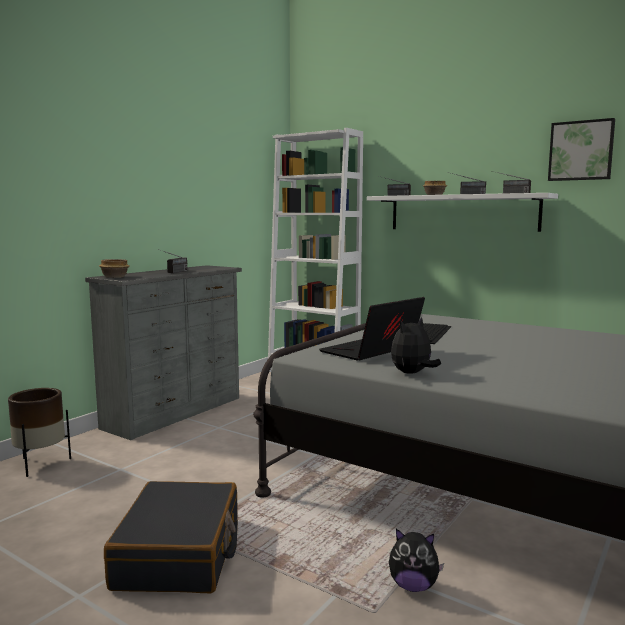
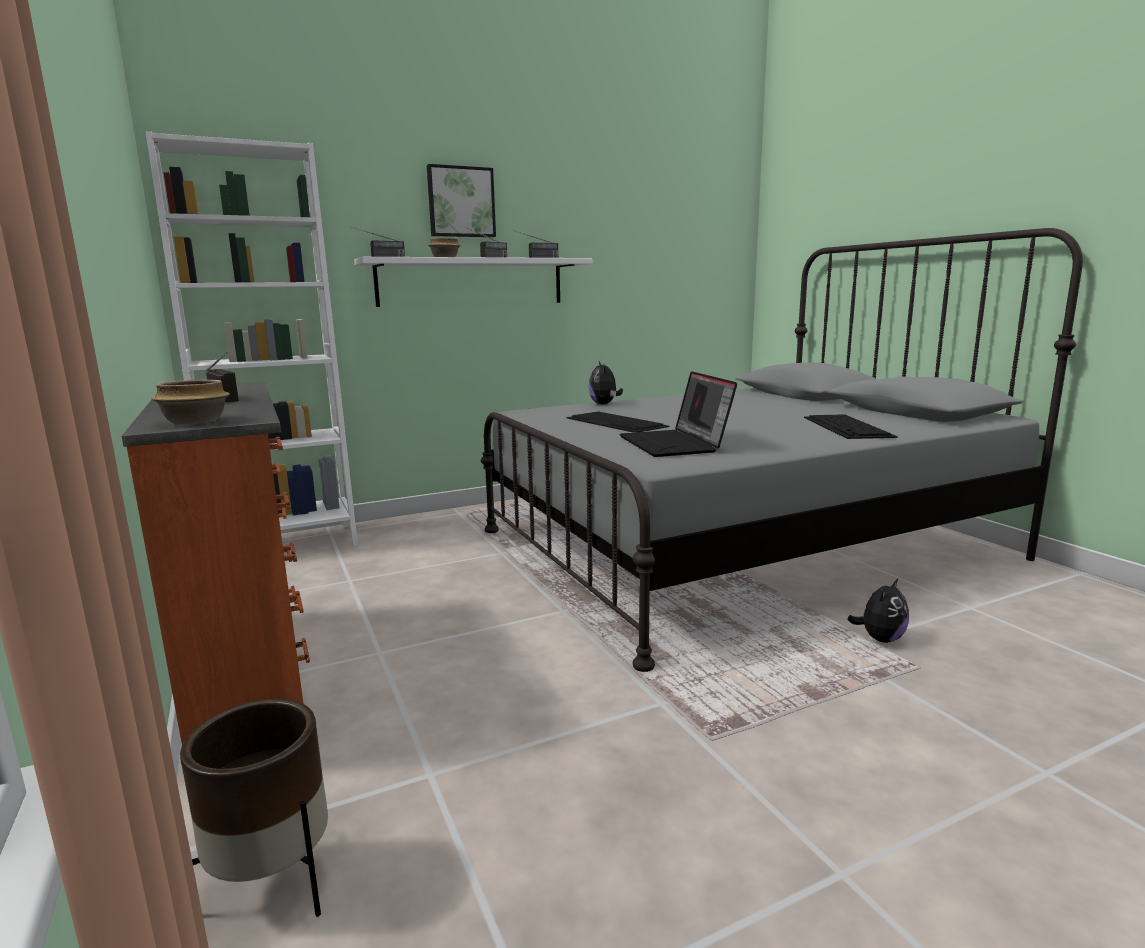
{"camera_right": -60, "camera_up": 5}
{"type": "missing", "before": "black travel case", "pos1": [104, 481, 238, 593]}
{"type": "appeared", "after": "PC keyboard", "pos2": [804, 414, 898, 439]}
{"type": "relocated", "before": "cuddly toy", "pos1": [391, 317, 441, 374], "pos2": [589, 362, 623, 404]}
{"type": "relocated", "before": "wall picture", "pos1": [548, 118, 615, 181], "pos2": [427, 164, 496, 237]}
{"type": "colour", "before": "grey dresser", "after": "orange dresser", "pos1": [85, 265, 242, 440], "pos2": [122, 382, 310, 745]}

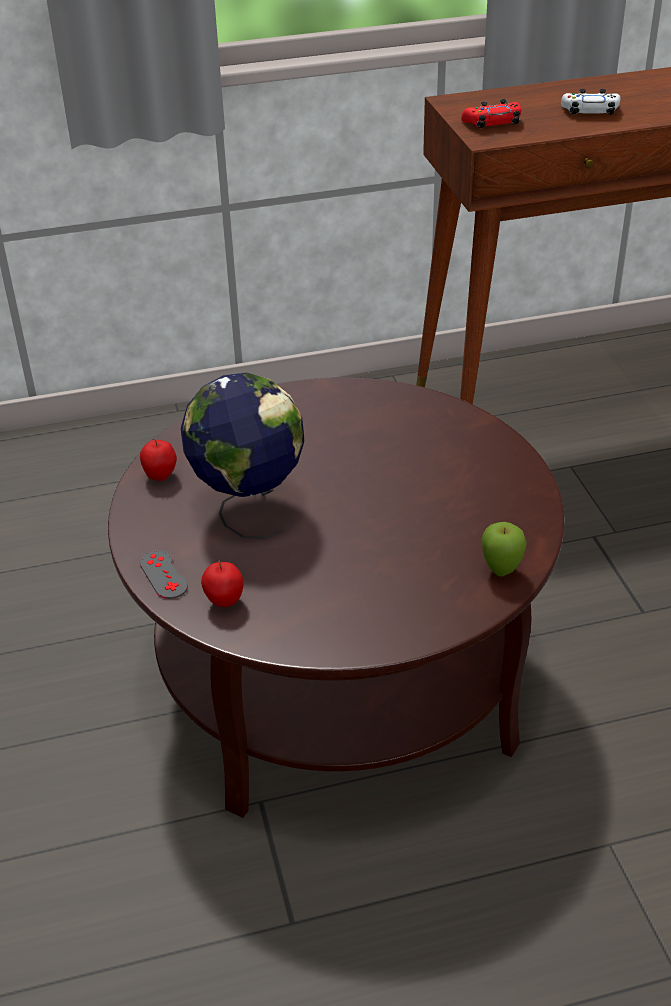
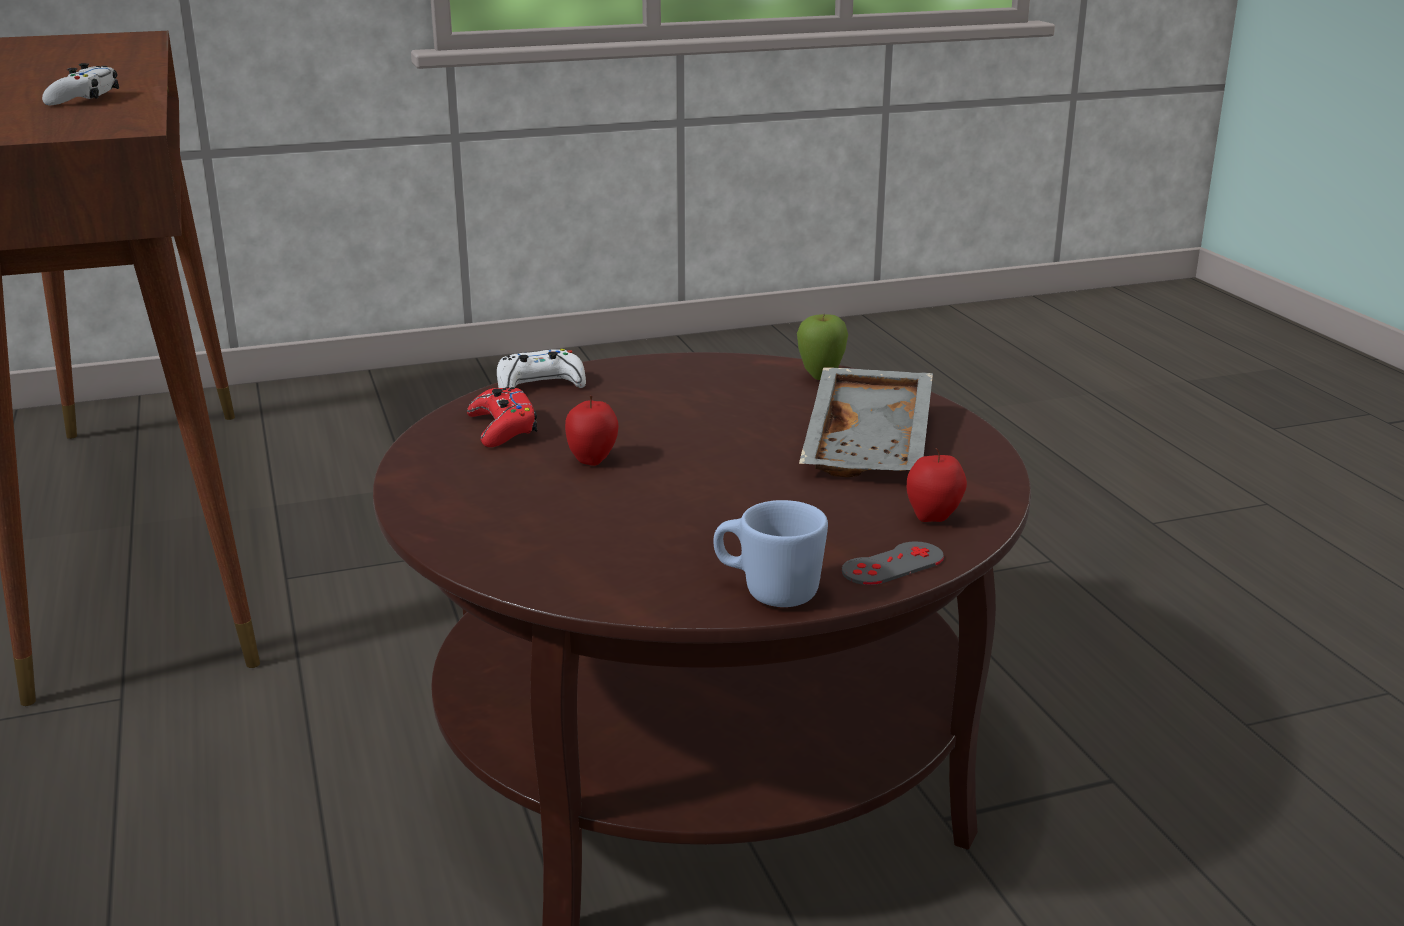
{"camera_right": -95, "camera_up": -15}
{"type": "missing", "before": "desk globe", "pos1": [181, 372, 305, 539]}
{"type": "appeared", "after": "whitish joypad", "pos2": [497, 349, 586, 388]}
{"type": "appeared", "after": "bluish tea mug", "pos2": [713, 500, 828, 607]}
{"type": "appeared", "after": "grey tray", "pos2": [799, 367, 933, 477]}
{"type": "relocated", "before": "apple", "pos1": [140, 438, 177, 481], "pos2": [565, 396, 618, 466]}
{"type": "relocated", "before": "reddish joypad", "pos1": [461, 99, 521, 128], "pos2": [467, 387, 537, 447]}

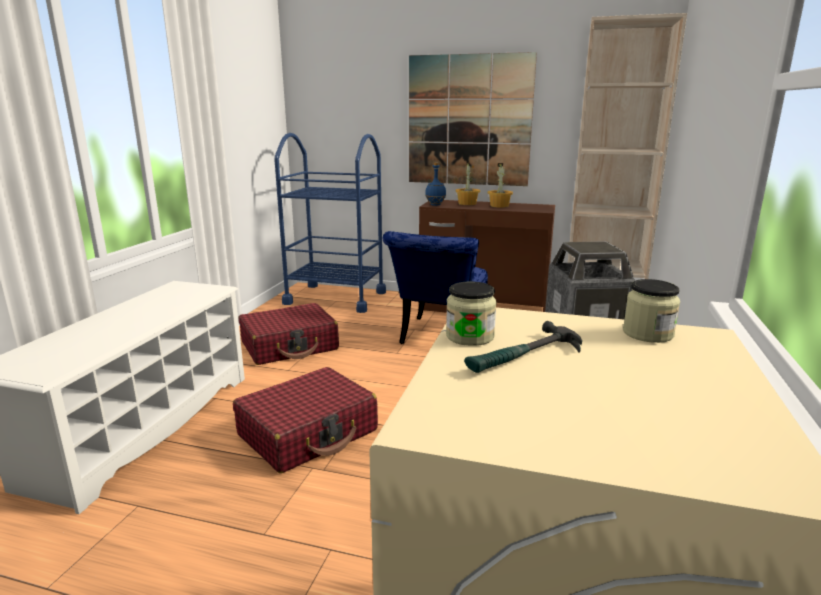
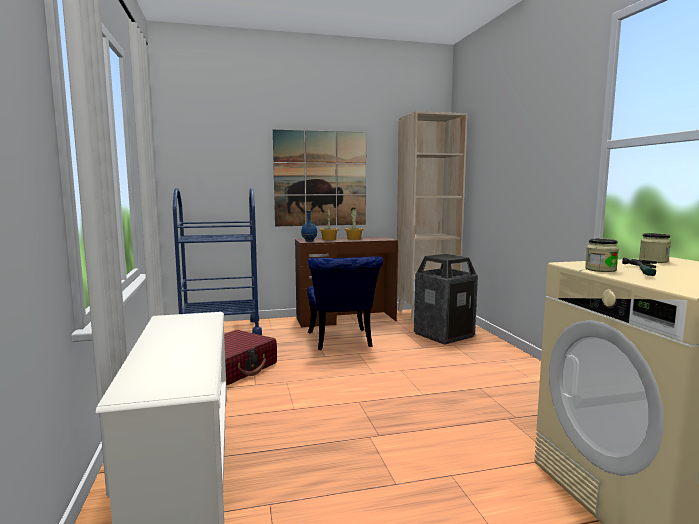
{"camera_right": -30, "camera_up": -10}
{"type": "missing", "before": "reddish travel case", "pos1": [233, 367, 378, 473]}

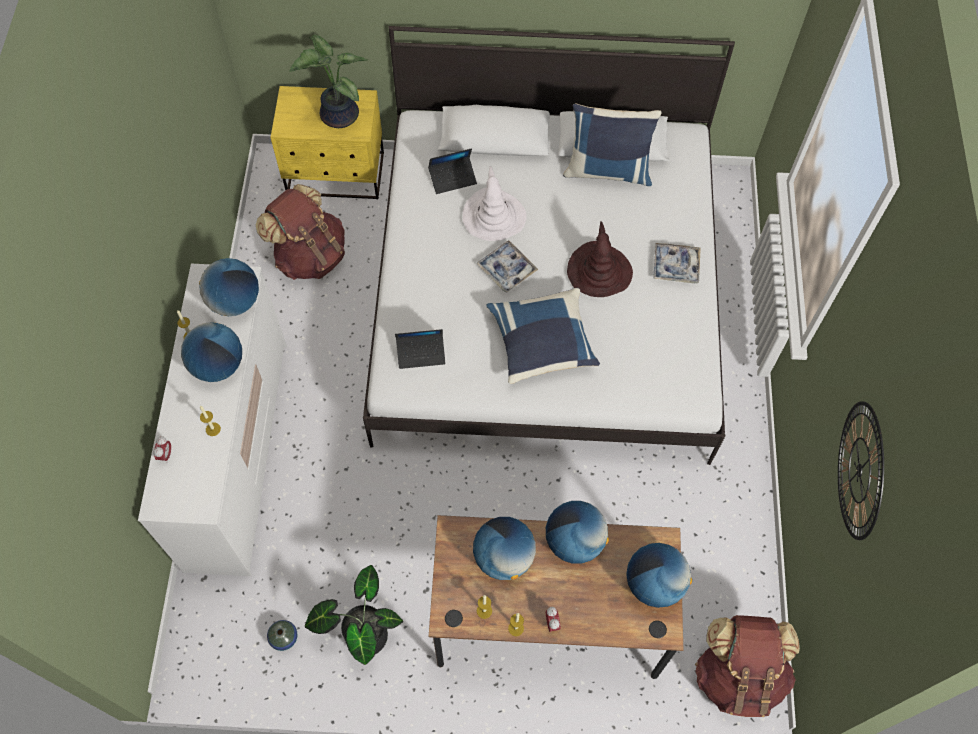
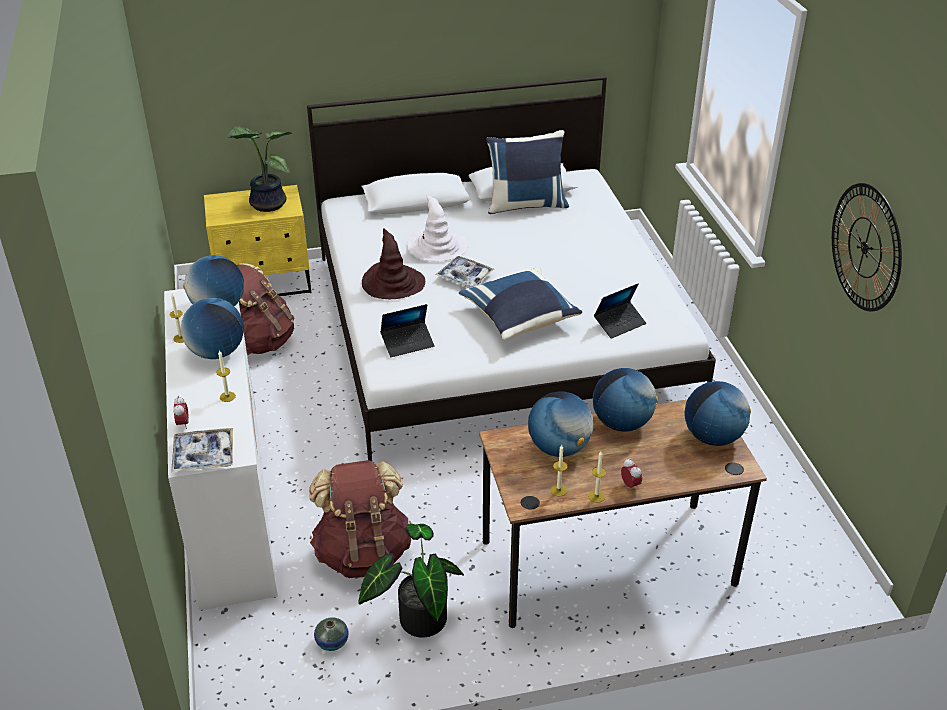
{"camera_right": -15, "camera_up": -25}
{"type": "relocated", "before": "laptop", "pos1": [428, 148, 477, 194], "pos2": [594, 283, 646, 339]}
{"type": "relocated", "before": "brown-coloured hat", "pos1": [567, 221, 633, 297], "pos2": [362, 229, 425, 299]}
{"type": "relocated", "before": "tray", "pos1": [653, 243, 701, 284], "pos2": [171, 428, 233, 472]}
{"type": "relocated", "before": "brown-coloured knapsack", "pos1": [695, 615, 800, 717], "pos2": [309, 460, 411, 578]}

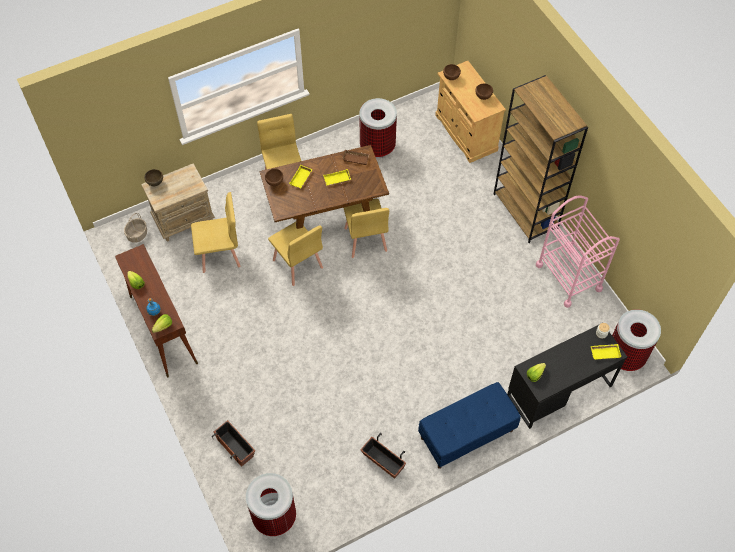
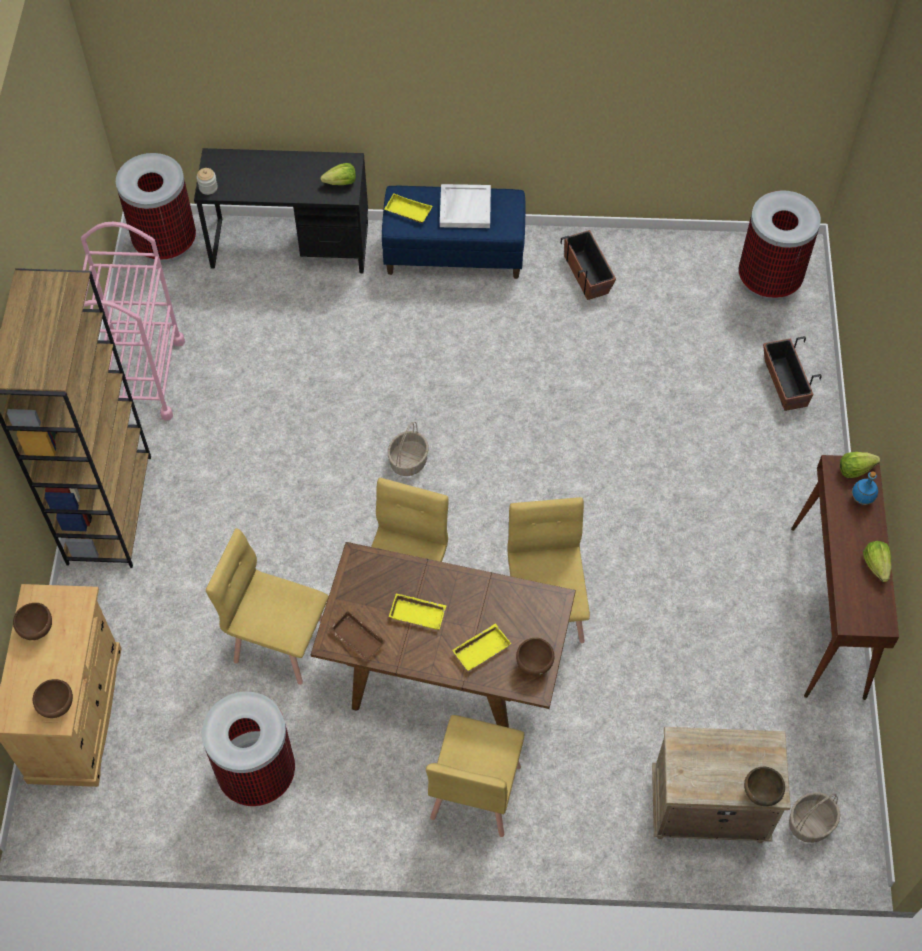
{"camera_right": -150, "camera_up": 0}
{"type": "appeared", "after": "basket", "pos2": [388, 422, 428, 476]}
{"type": "appeared", "after": "whitish tray", "pos2": [440, 184, 491, 228]}
{"type": "relocated", "before": "yellow upright chair", "pos1": [191, 192, 241, 273], "pos2": [206, 528, 329, 685]}
{"type": "relocated", "before": "yellow tray", "pos1": [591, 344, 621, 360], "pos2": [384, 193, 432, 223]}

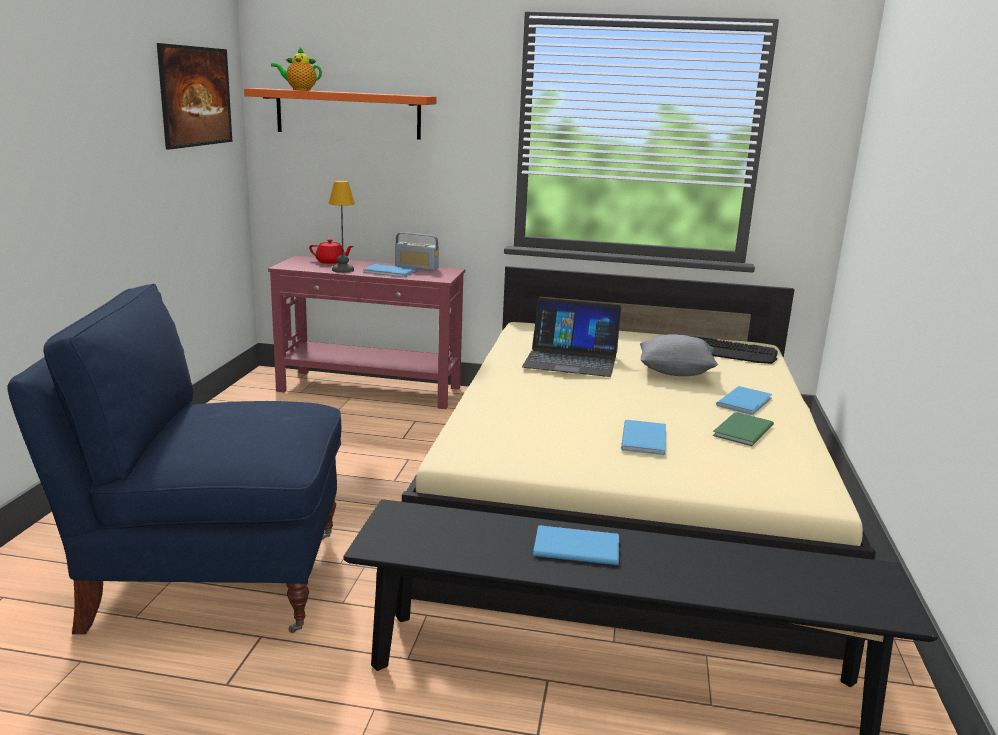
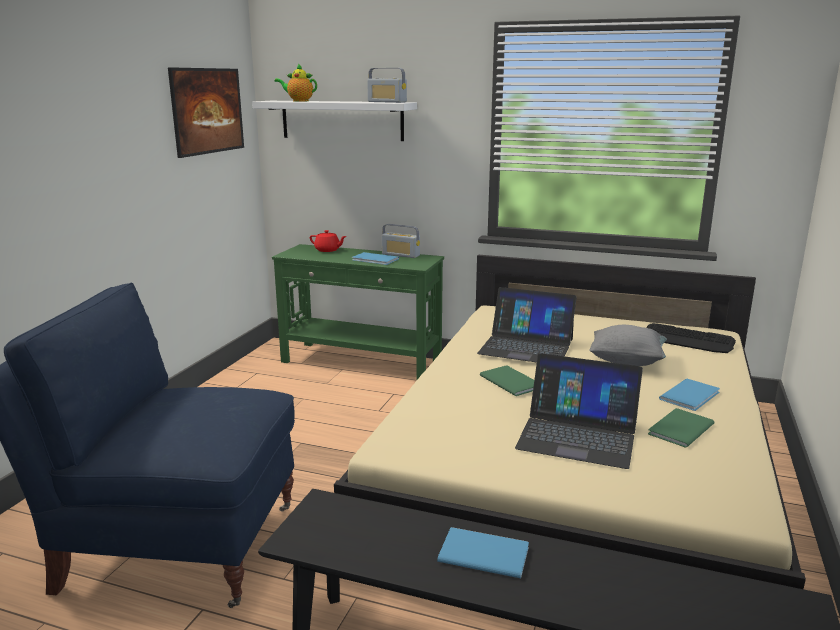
{"camera_right": 10, "camera_up": 0}
{"type": "missing", "before": "lamp for a table", "pos1": [328, 181, 355, 273]}
{"type": "appeared", "after": "radio set", "pos2": [367, 68, 407, 103]}
{"type": "appeared", "after": "green book", "pos2": [480, 366, 534, 396]}
{"type": "exchanged", "before": "bluish book", "after": "laptop", "pos1": [621, 420, 666, 455], "pos2": [515, 353, 643, 469]}
{"type": "colour", "before": "orange shelf", "after": "whitish shelf", "pos1": [244, 88, 437, 140], "pos2": [252, 101, 417, 141]}
{"type": "colour", "before": "reddish console table", "after": "green console table", "pos1": [268, 256, 465, 409], "pos2": [272, 244, 444, 381]}

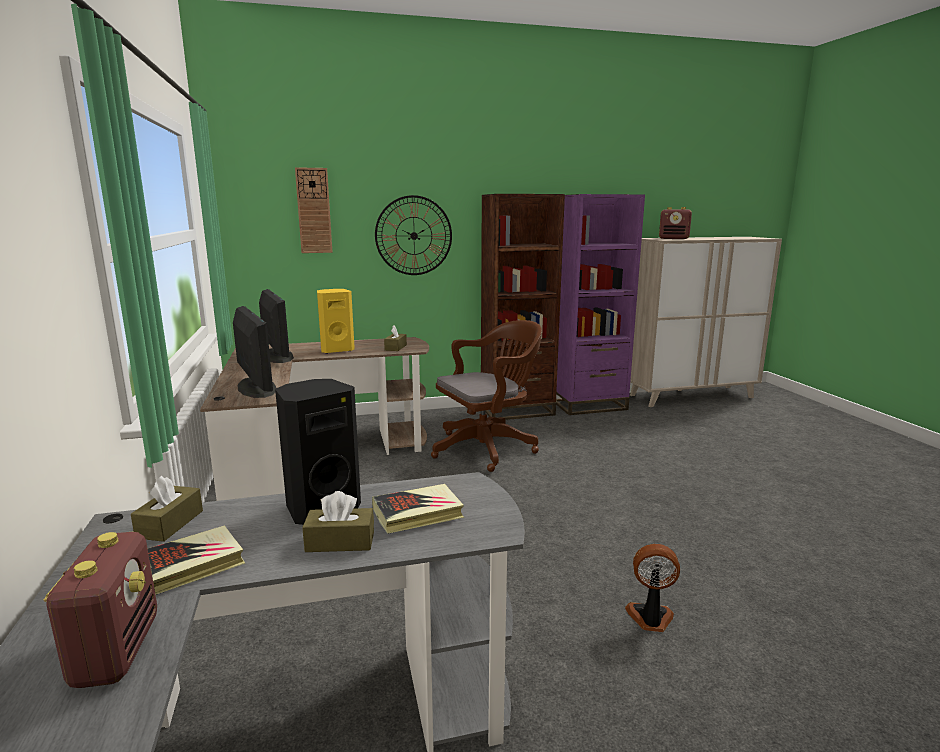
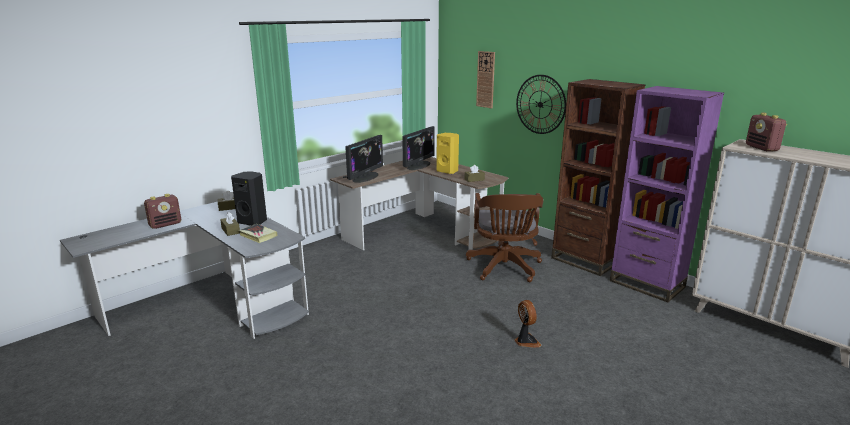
{"camera_right": 60, "camera_up": 5}
{"type": "missing", "before": "book", "pos1": [148, 525, 245, 595]}
{"type": "relocated", "before": "electric fan", "pos1": [625, 544, 680, 632], "pos2": [514, 300, 541, 348]}
{"type": "spun", "before": "brown-coloured computer chair", "pos1": [431, 320, 542, 472], "pos2": [466, 193, 543, 282], "turn": 60}

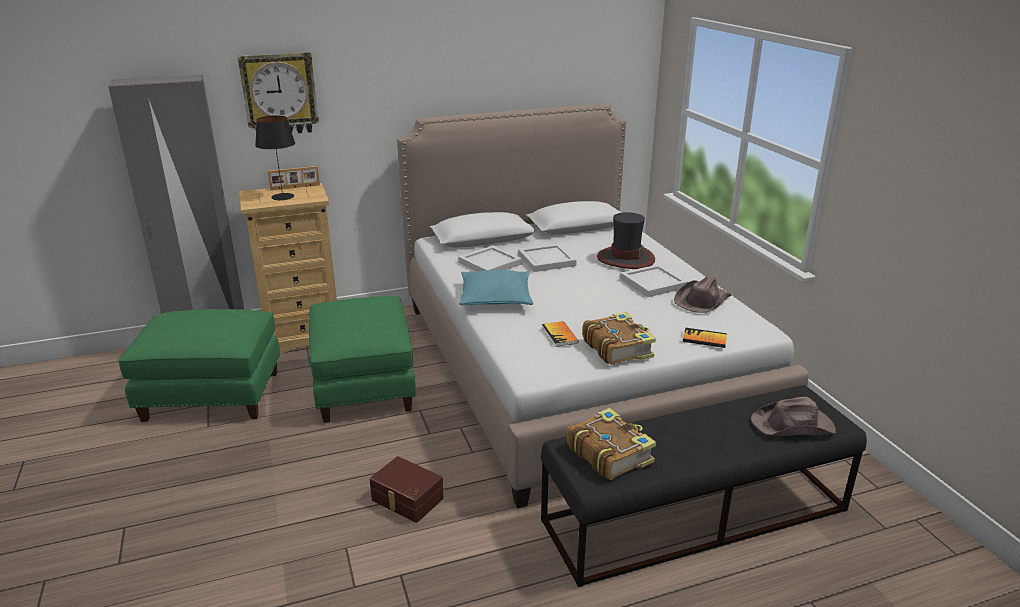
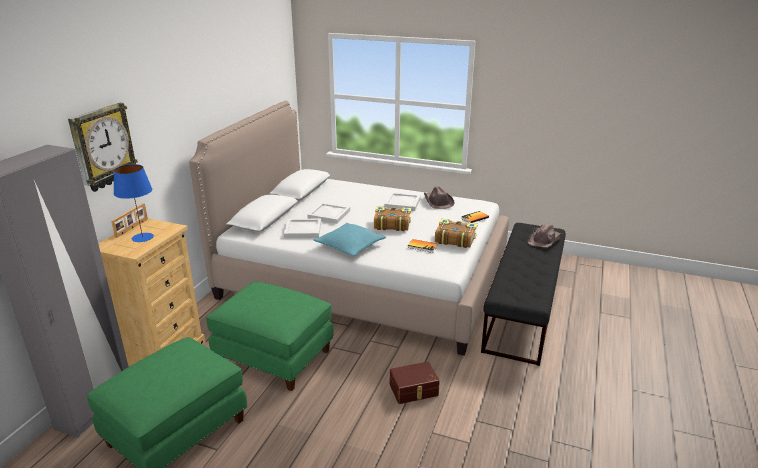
{"camera_right": -50, "camera_up": 0}
{"type": "missing", "before": "hat", "pos1": [597, 212, 655, 269]}
{"type": "relocated", "before": "book", "pos1": [567, 408, 656, 480], "pos2": [374, 206, 411, 231]}
{"type": "colour", "before": "black lamp for a table", "after": "bluish lamp for a table", "pos1": [255, 115, 295, 201], "pos2": [114, 164, 154, 242]}

